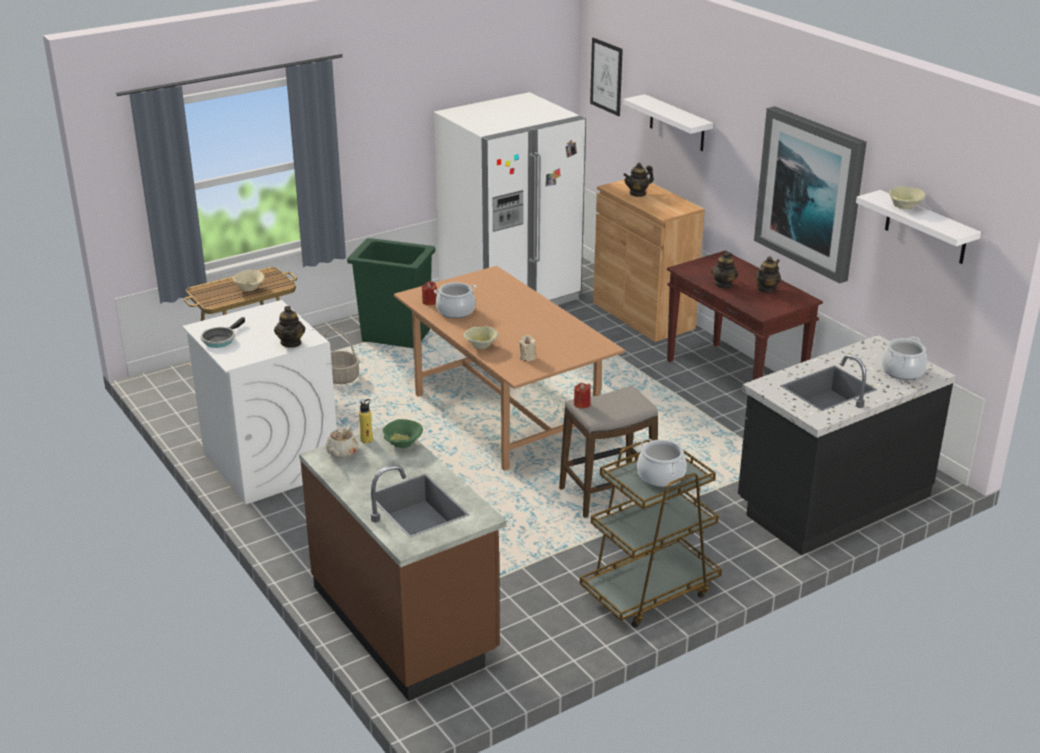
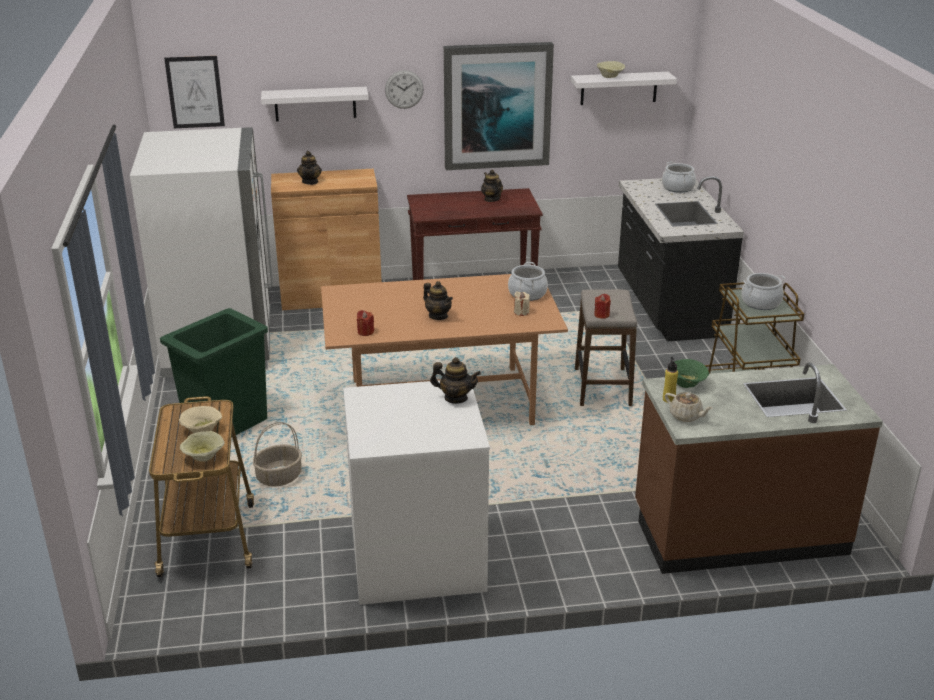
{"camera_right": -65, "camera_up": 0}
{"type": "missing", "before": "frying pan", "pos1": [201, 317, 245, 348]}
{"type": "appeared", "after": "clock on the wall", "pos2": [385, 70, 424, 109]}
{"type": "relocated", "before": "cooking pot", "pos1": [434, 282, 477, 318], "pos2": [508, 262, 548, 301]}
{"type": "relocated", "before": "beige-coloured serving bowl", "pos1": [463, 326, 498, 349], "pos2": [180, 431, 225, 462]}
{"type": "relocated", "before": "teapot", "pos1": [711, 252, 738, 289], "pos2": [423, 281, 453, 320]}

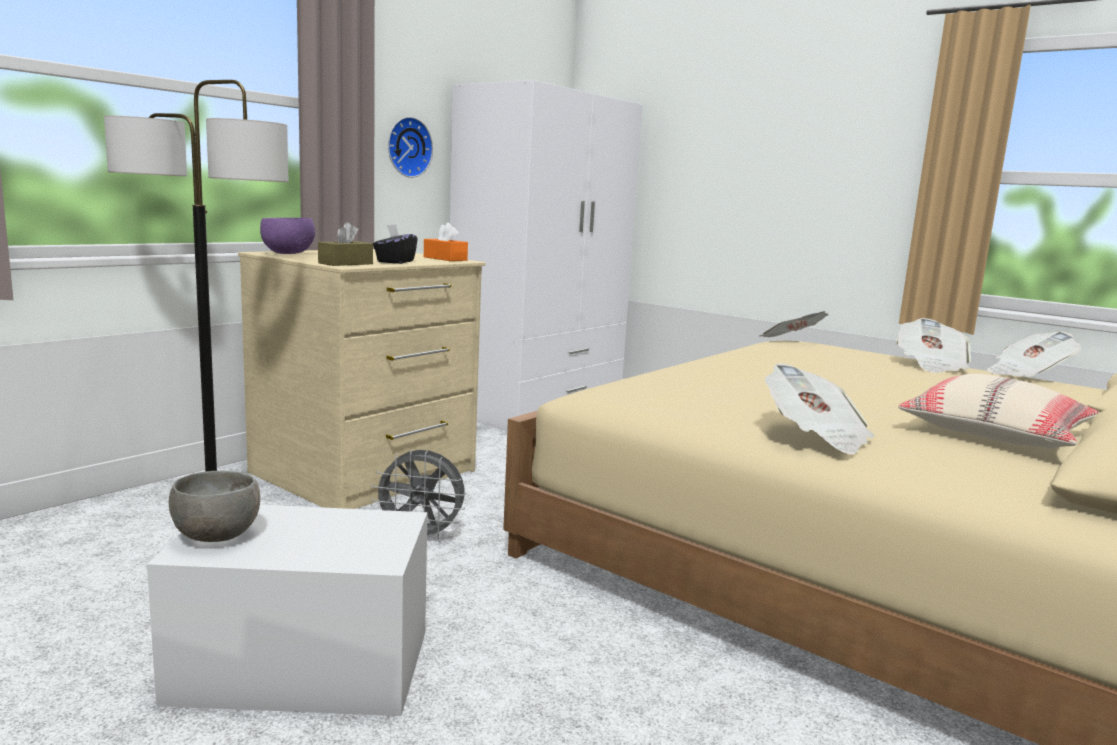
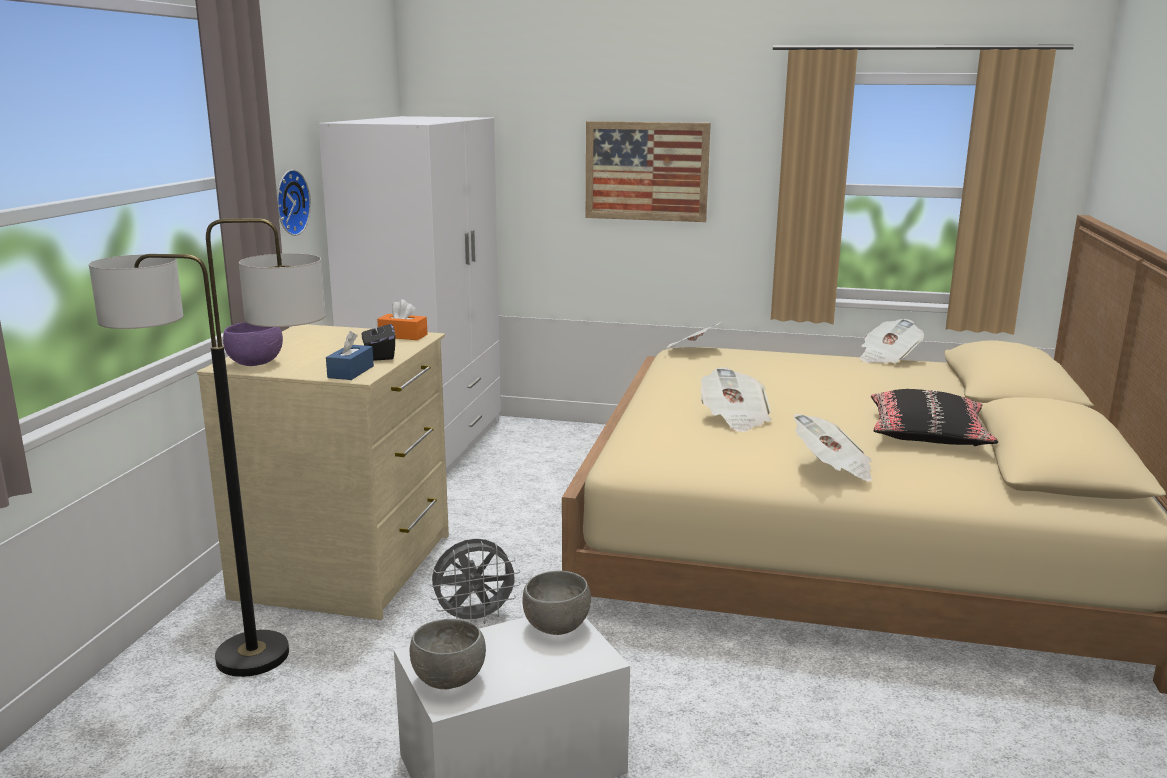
{"camera_right": -25, "camera_up": 5}
{"type": "appeared", "after": "grey serving bowl", "pos2": [522, 571, 591, 635]}
{"type": "appeared", "after": "wall picture", "pos2": [586, 121, 711, 222]}
{"type": "relocated", "before": "printed paper", "pos1": [896, 318, 971, 373], "pos2": [701, 367, 772, 432]}
{"type": "colour", "before": "brown-coloured box of tissues", "after": "bluish box of tissues", "pos1": [318, 222, 373, 266], "pos2": [326, 331, 374, 380]}
{"type": "colour", "before": "beige-coloured throw pillow", "after": "black throw pillow", "pos1": [898, 374, 1100, 450], "pos2": [871, 389, 998, 446]}

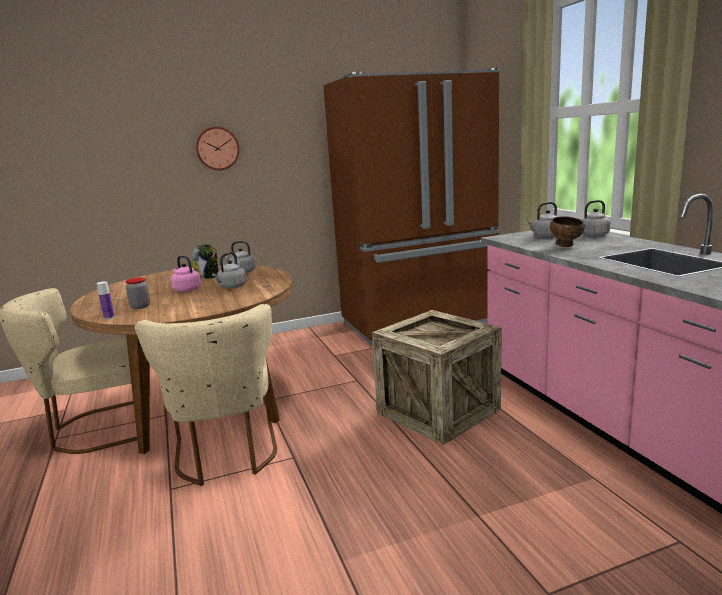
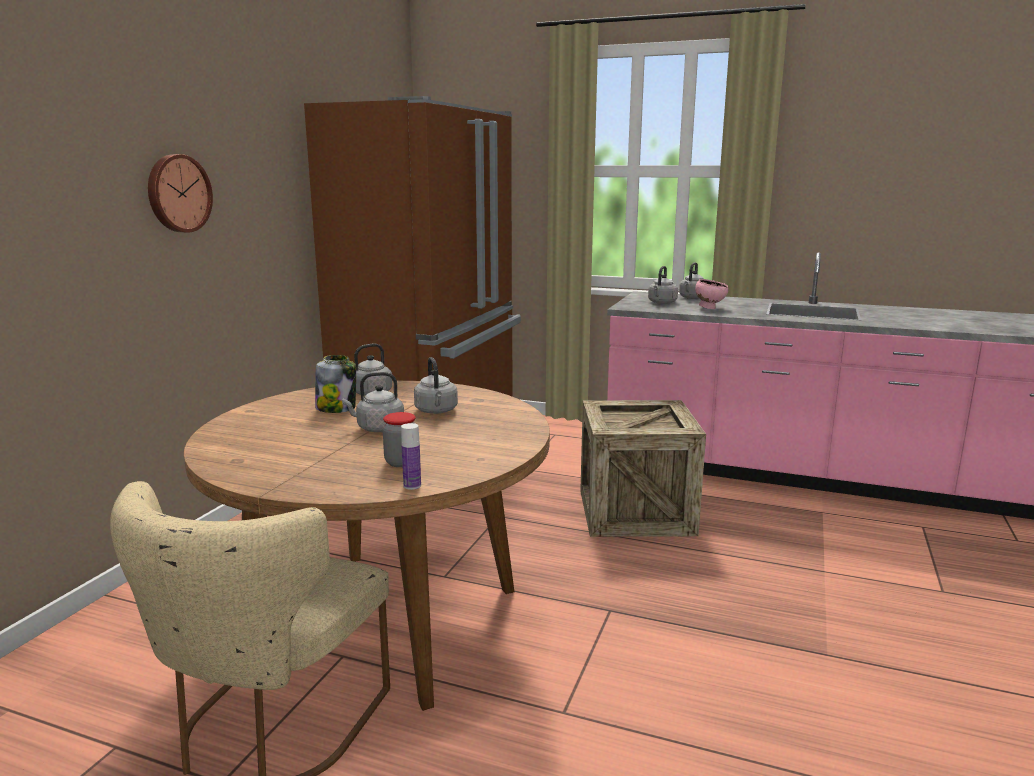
{"camera_right": -50, "camera_up": 0}
{"type": "missing", "before": "beige-coloured upright chair", "pos1": [135, 304, 277, 486]}
{"type": "colour", "before": "pink water kettle", "after": "grey water kettle", "pos1": [171, 255, 201, 292], "pos2": [342, 372, 404, 432]}
{"type": "colour", "before": "brown-coloured serving bowl", "after": "pink serving bowl", "pos1": [550, 216, 585, 247], "pos2": [695, 279, 728, 309]}

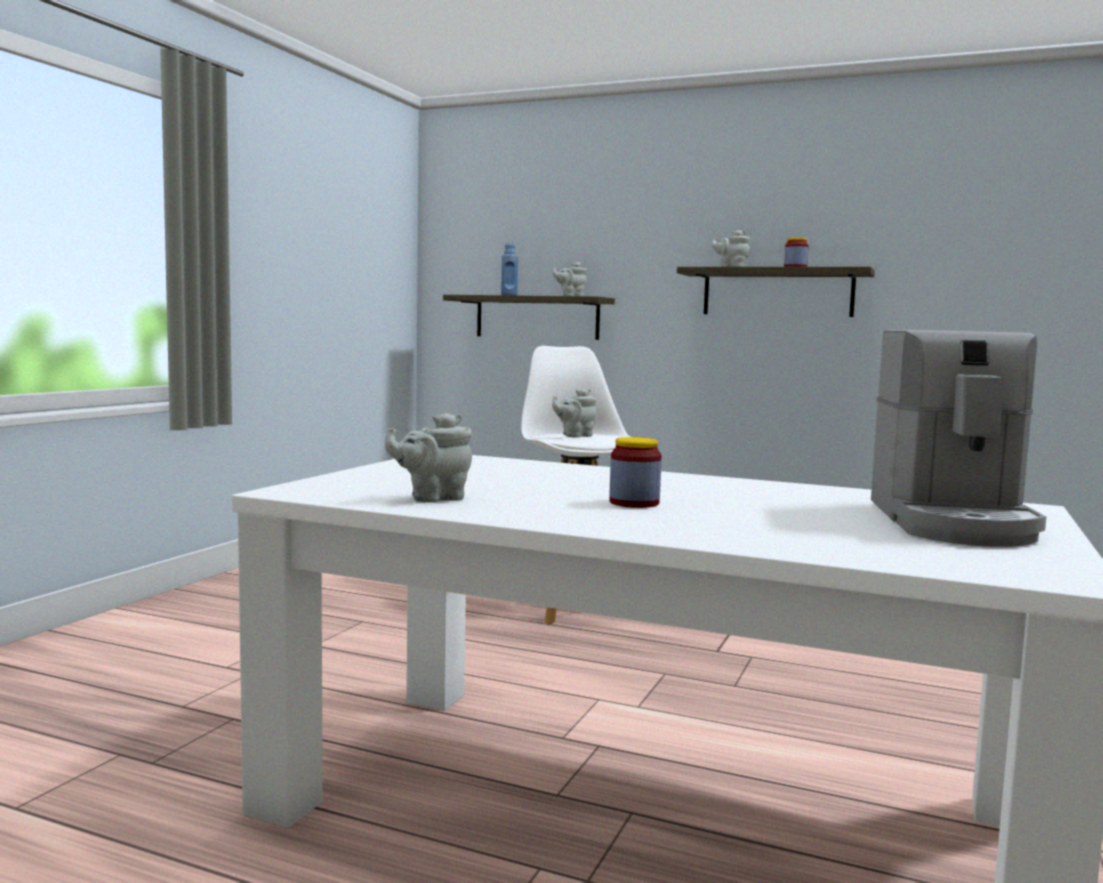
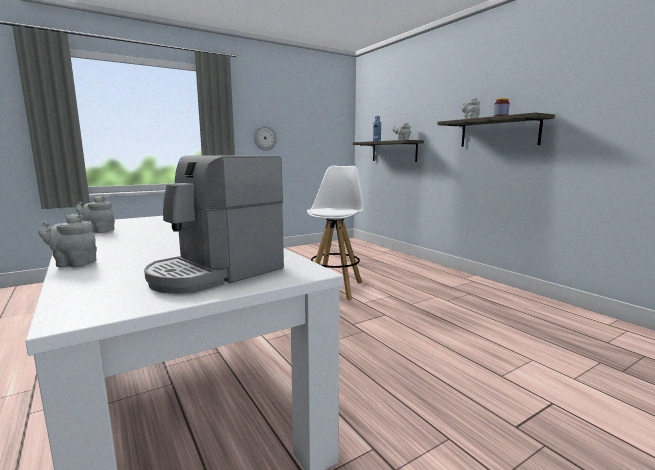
{"camera_right": 35, "camera_up": 5}
{"type": "missing", "before": "jar", "pos1": [609, 437, 661, 508]}
{"type": "appeared", "after": "clock on the wall", "pos2": [254, 125, 277, 151]}
{"type": "relocated", "before": "grey teapot", "pos1": [552, 388, 597, 438], "pos2": [38, 214, 97, 267]}

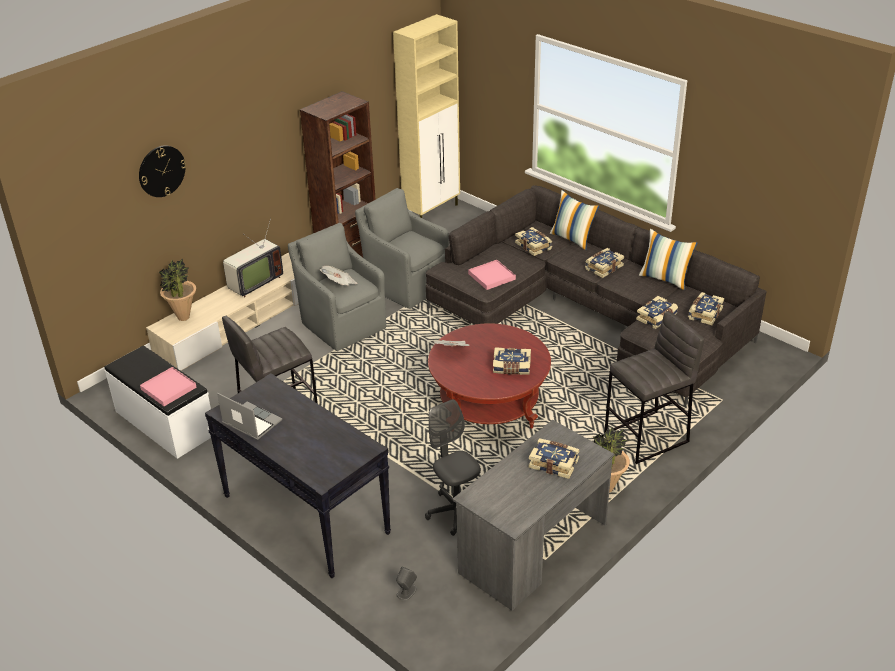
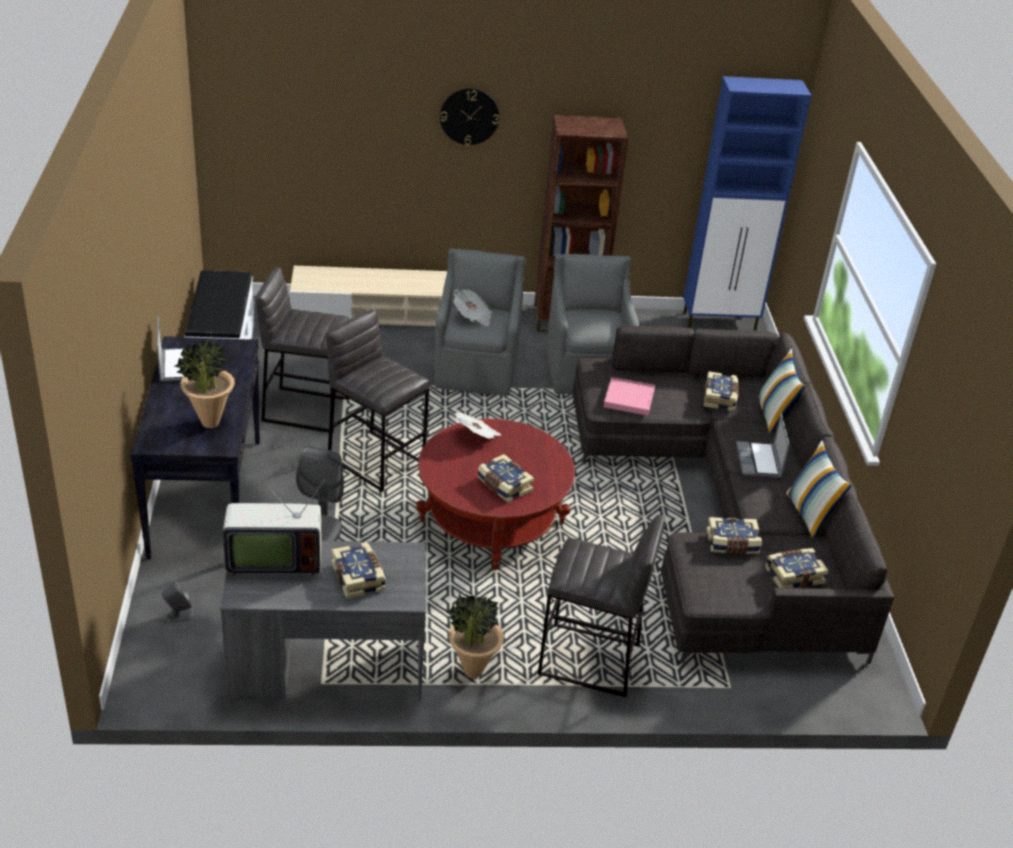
{"camera_right": 40, "camera_up": 0}
{"type": "missing", "before": "pink tray", "pos1": [140, 367, 197, 406]}
{"type": "appeared", "after": "grey sitting stool", "pos2": [326, 309, 429, 492]}
{"type": "relocated", "before": "clock on the wall", "pos1": [139, 145, 186, 197], "pos2": [440, 88, 499, 145]}
{"type": "relocated", "before": "potted plant", "pos1": [159, 259, 196, 321], "pos2": [175, 338, 235, 428]}
{"type": "relocated", "before": "TV set", "pos1": [223, 218, 283, 298], "pos2": [223, 480, 325, 575]}
{"type": "exchanged", "before": "book", "after": "laptop", "pos1": [585, 248, 624, 278], "pos2": [736, 414, 790, 477]}
{"type": "colour", "before": "beige-coloured cupboard", "after": "bluish cupboard", "pos1": [393, 14, 460, 218], "pos2": [683, 76, 812, 330]}

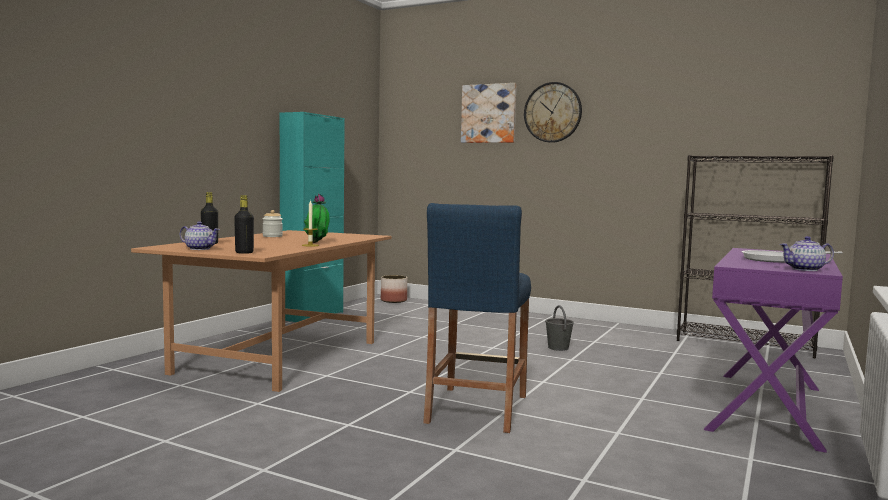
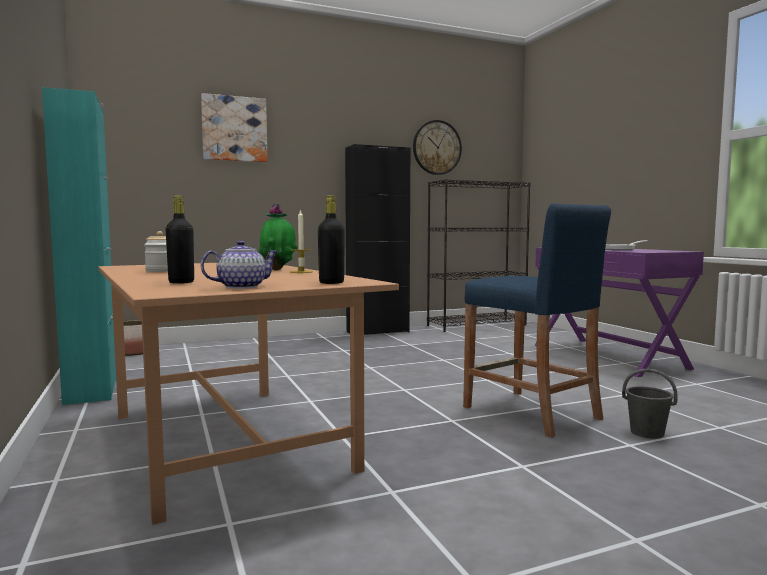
{"camera_right": -50, "camera_up": 0}
{"type": "missing", "before": "teapot", "pos1": [780, 236, 834, 271]}
{"type": "appeared", "after": "black cupboard", "pos2": [345, 144, 410, 335]}
{"type": "relocated", "before": "clock on the wall", "pos1": [524, 82, 582, 143], "pos2": [413, 120, 462, 175]}
{"type": "relocated", "before": "grey pail", "pos1": [545, 305, 574, 351], "pos2": [622, 369, 678, 439]}

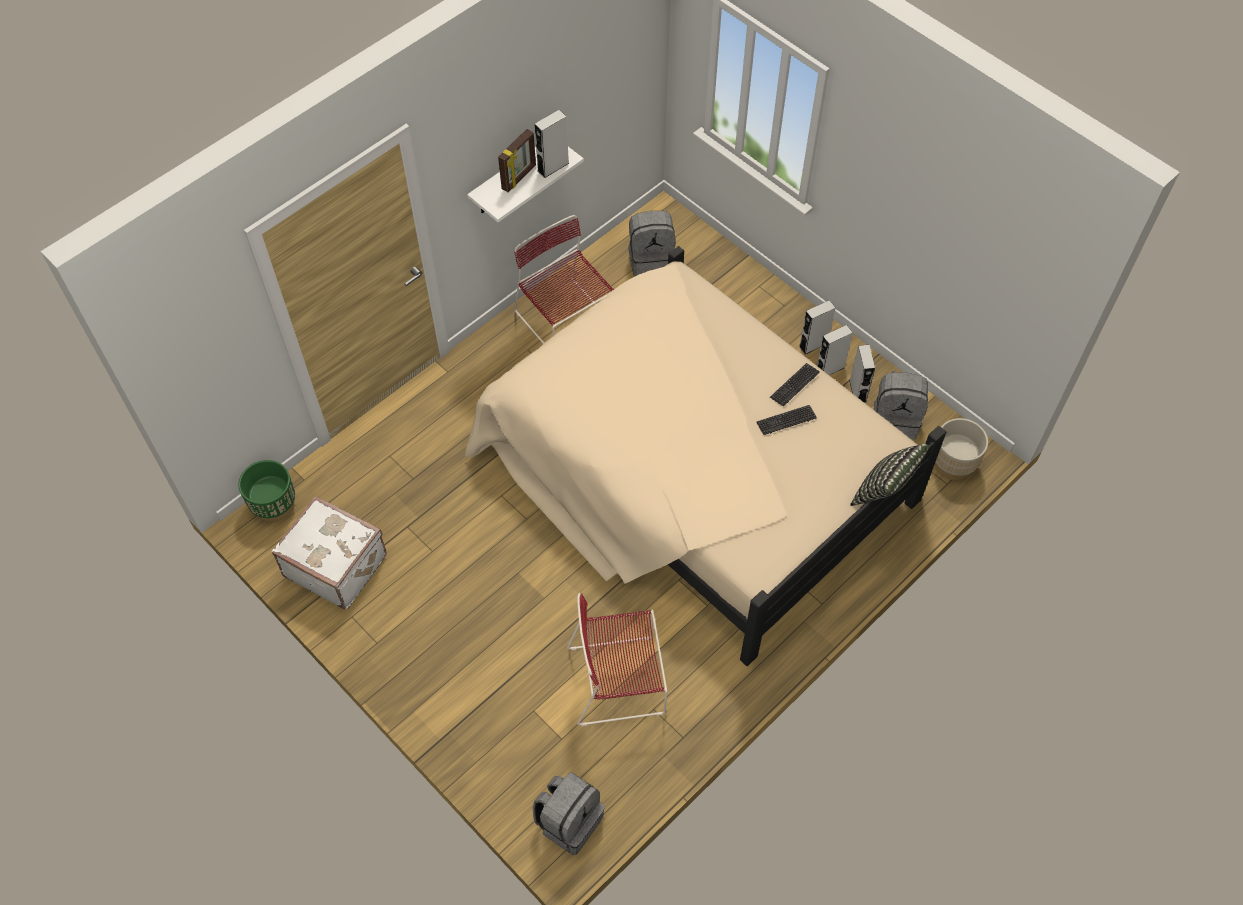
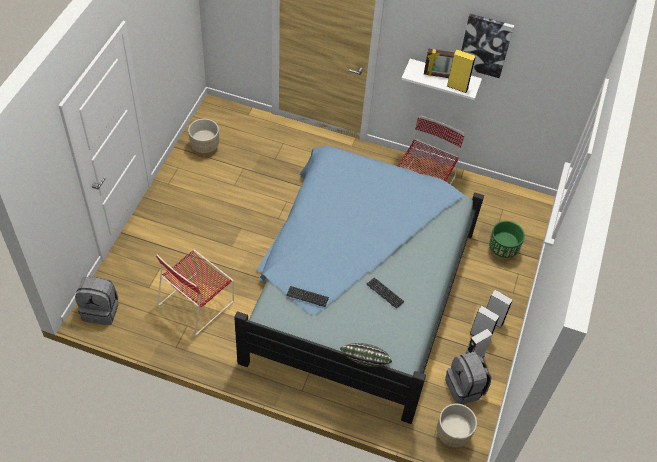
{"camera_right": 60, "camera_up": -5}
{"type": "missing", "before": "grey knapsack", "pos1": [628, 211, 675, 276]}
{"type": "appeared", "after": "wall picture", "pos2": [461, 14, 514, 78]}
{"type": "relocated", "before": "green flower pot", "pos1": [238, 460, 295, 522], "pos2": [489, 221, 525, 262]}
{"type": "relocated", "before": "PC keyboard", "pos1": [770, 363, 820, 406], "pos2": [287, 286, 329, 307]}
{"type": "exchanged", "before": "whitish travel case", "after": "beige-coloured flower pot", "pos1": [272, 496, 387, 610], "pos2": [188, 119, 219, 158]}
{"type": "colour", "before": "beige-coloured bedroom bed", "after": "bluish bedroom bed", "pos1": [465, 246, 946, 666], "pos2": [234, 146, 484, 424]}
{"type": "colour", "before": "grey speaker", "after": "yellow speaker", "pos1": [534, 110, 569, 178], "pos2": [447, 50, 476, 93]}
{"type": "spun", "before": "reddish upright chair", "pos1": [567, 593, 668, 726], "pos2": [156, 250, 234, 336], "turn": -105}

